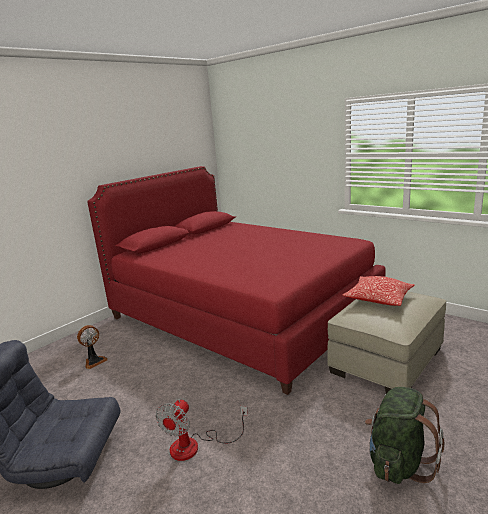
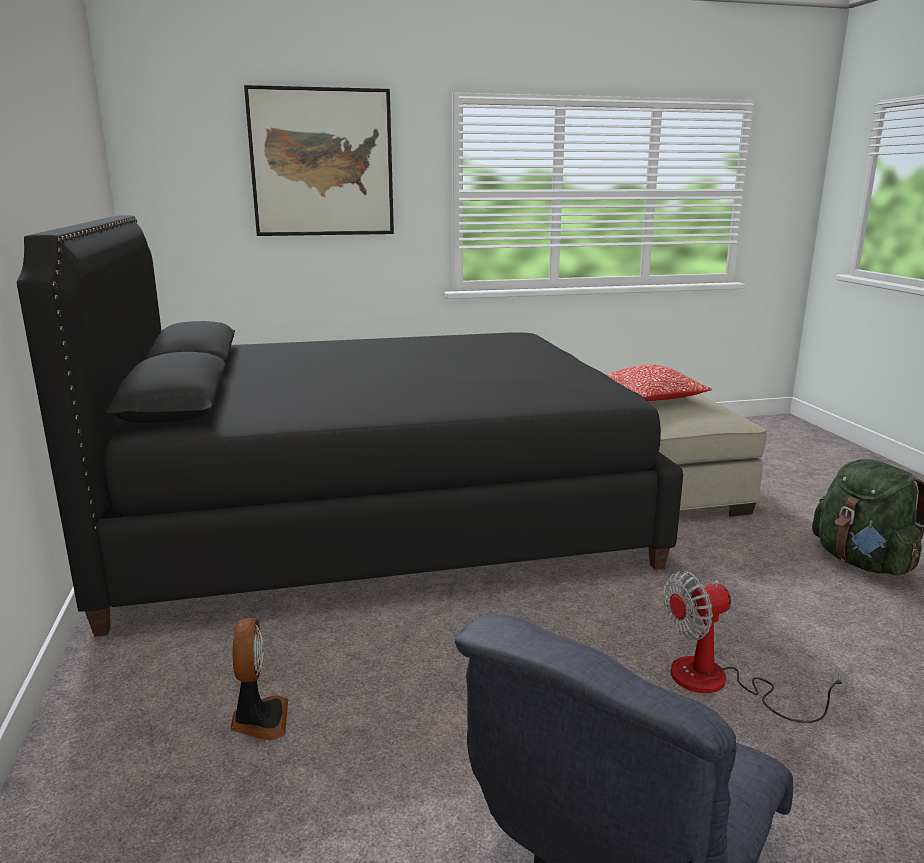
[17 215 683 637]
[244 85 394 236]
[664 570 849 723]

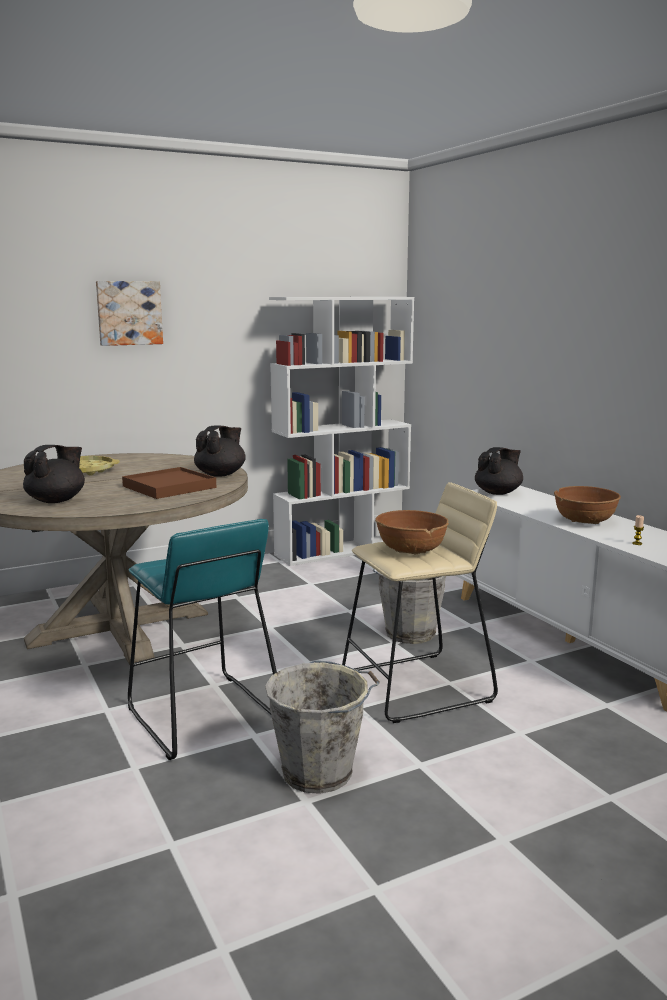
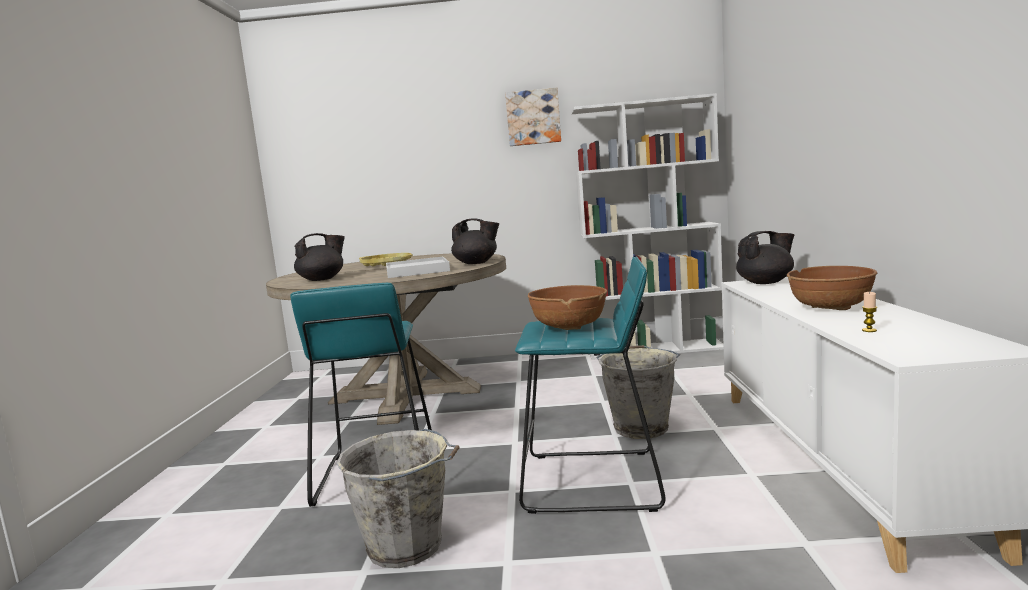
[386 257 450 278]
[451 218 499 264]
[505 88 561 146]
[515 257 665 514]

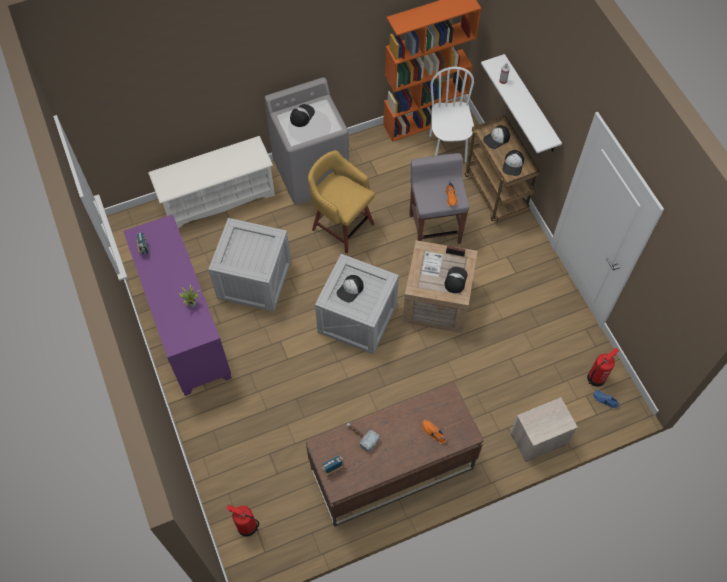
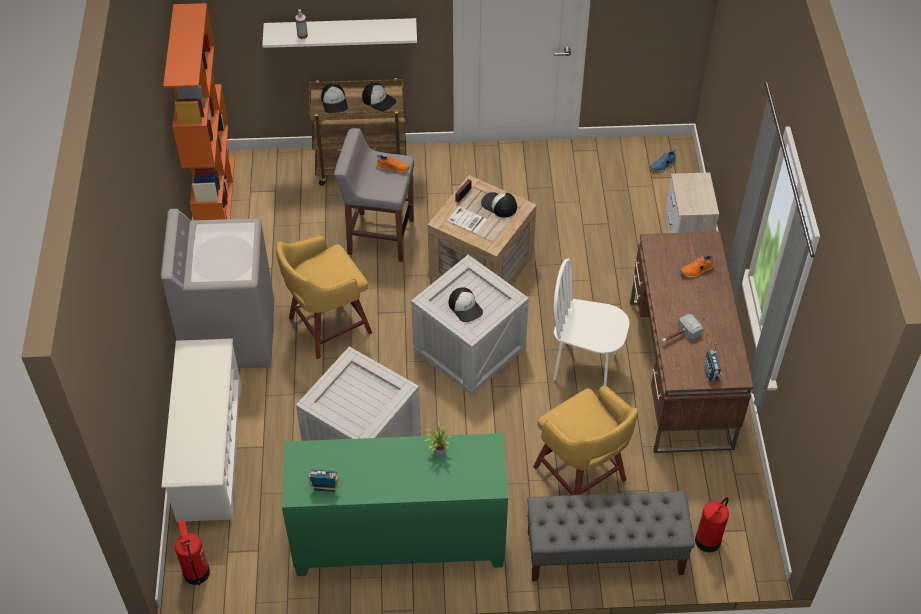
[175 519 210 585]
[282 433 508 576]
[527 491 695 581]
[533 385 638 495]
[553 259 630 386]
[290 104 315 127] (first image)

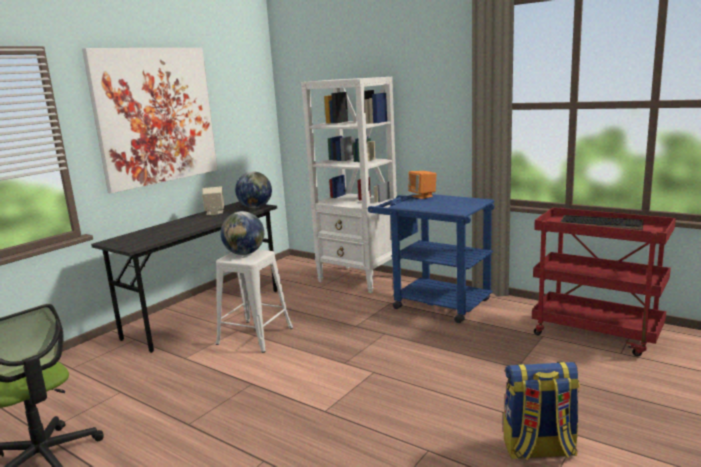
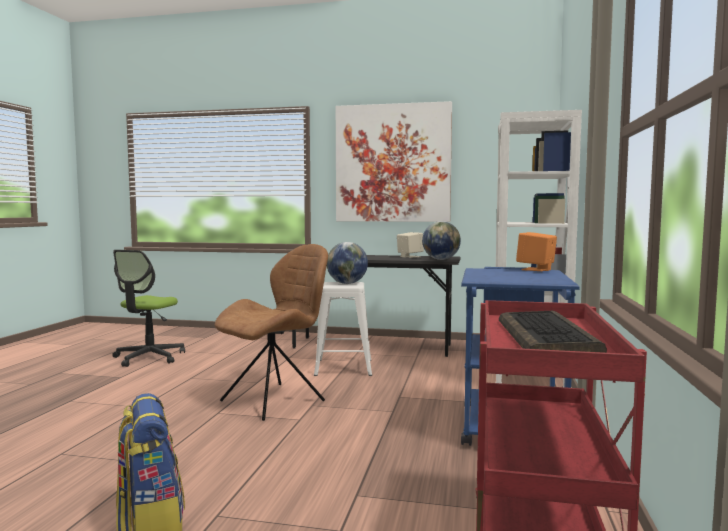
[215 244 328 421]

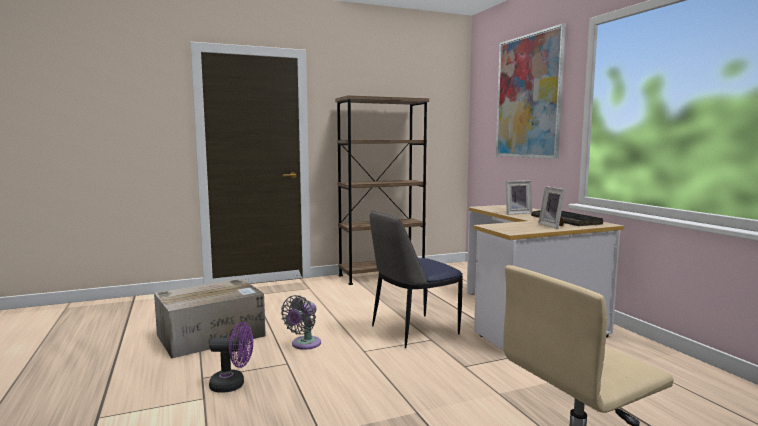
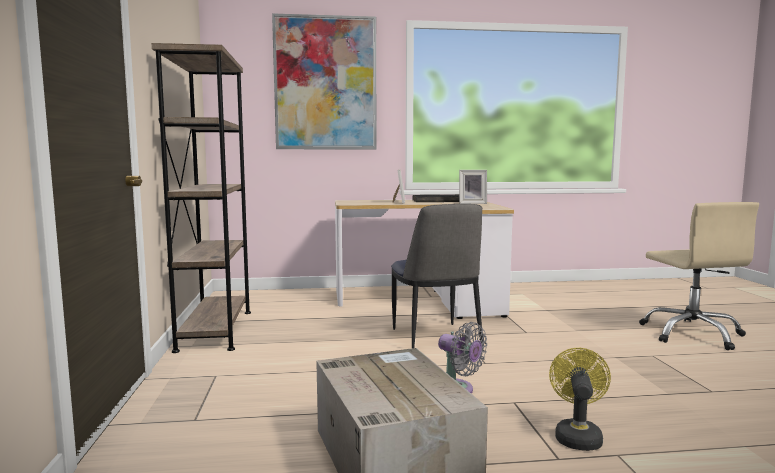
[549 348 611 451]

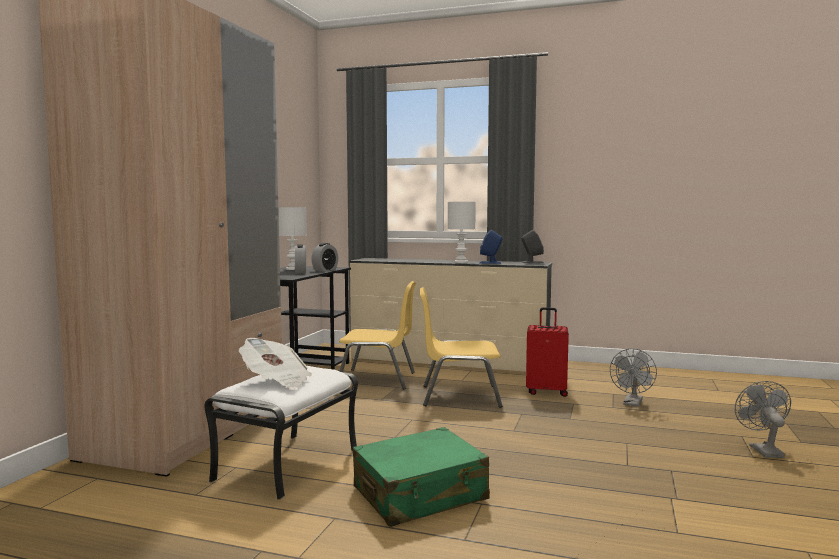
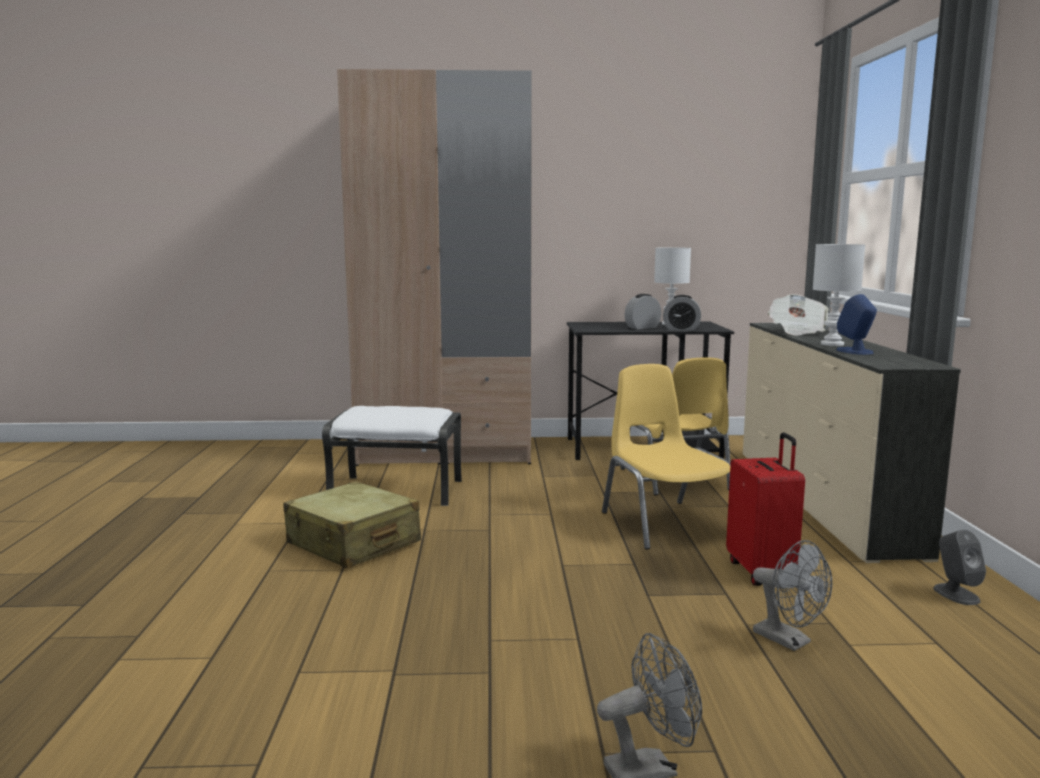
[283 481 421 568]
[753 540 832 651]
[768 294 829 335]
[933 530 986 605]

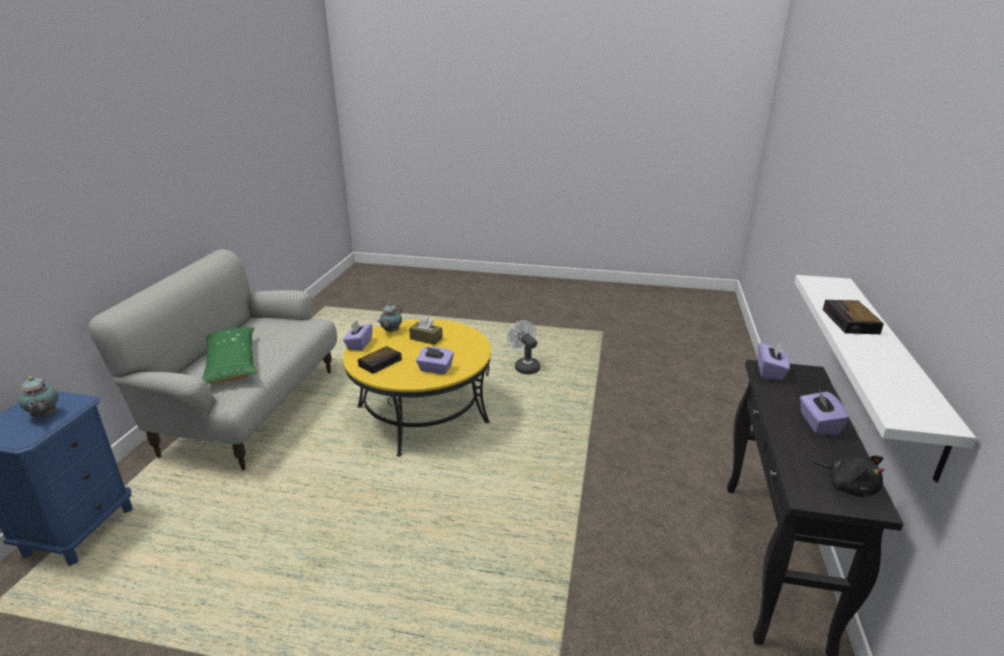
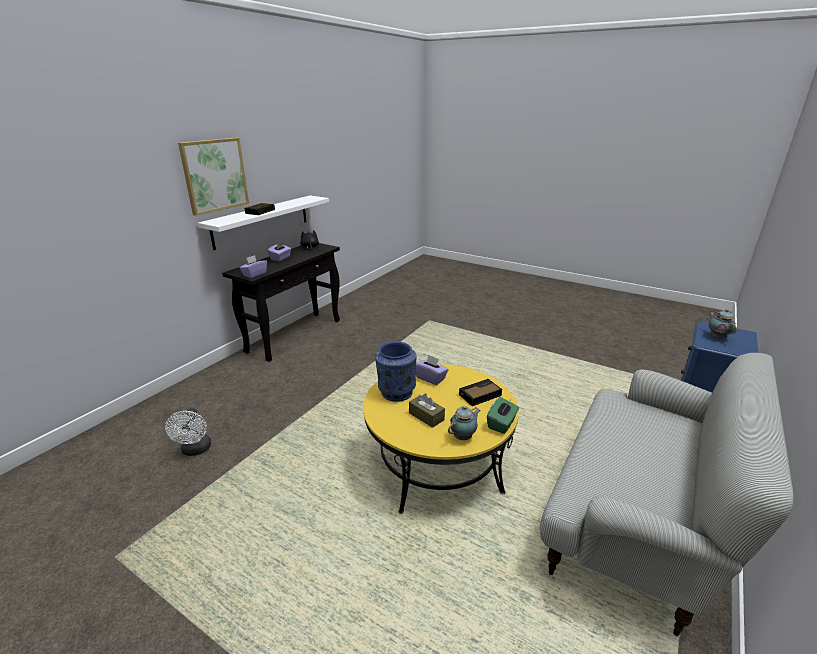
[165 408 211 456]
[178 138 249 216]
[375 341 417 402]
[487 397 519 434]
[202 327 258 384] (first image)

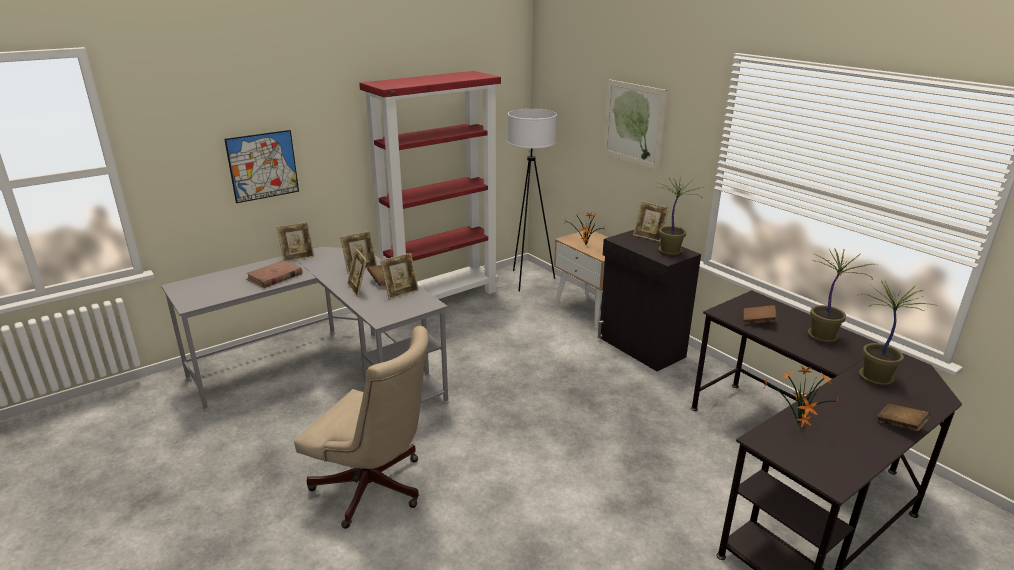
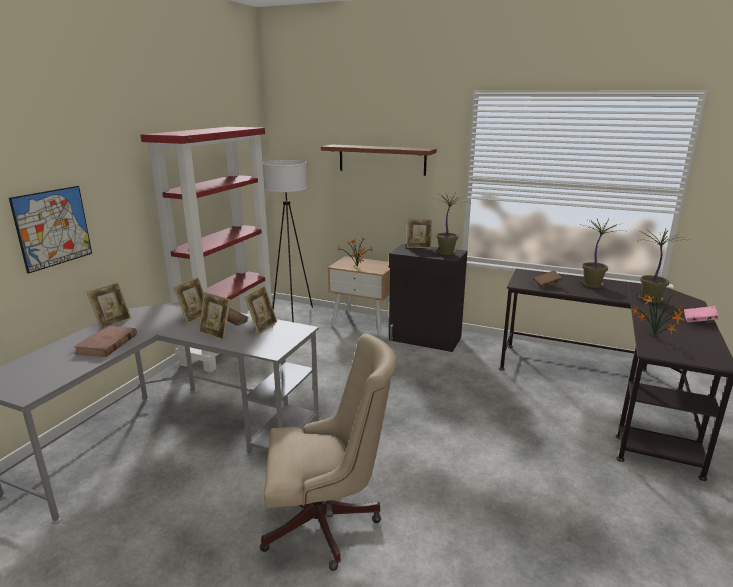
[321 145 437 176]
[684 306 719 322]

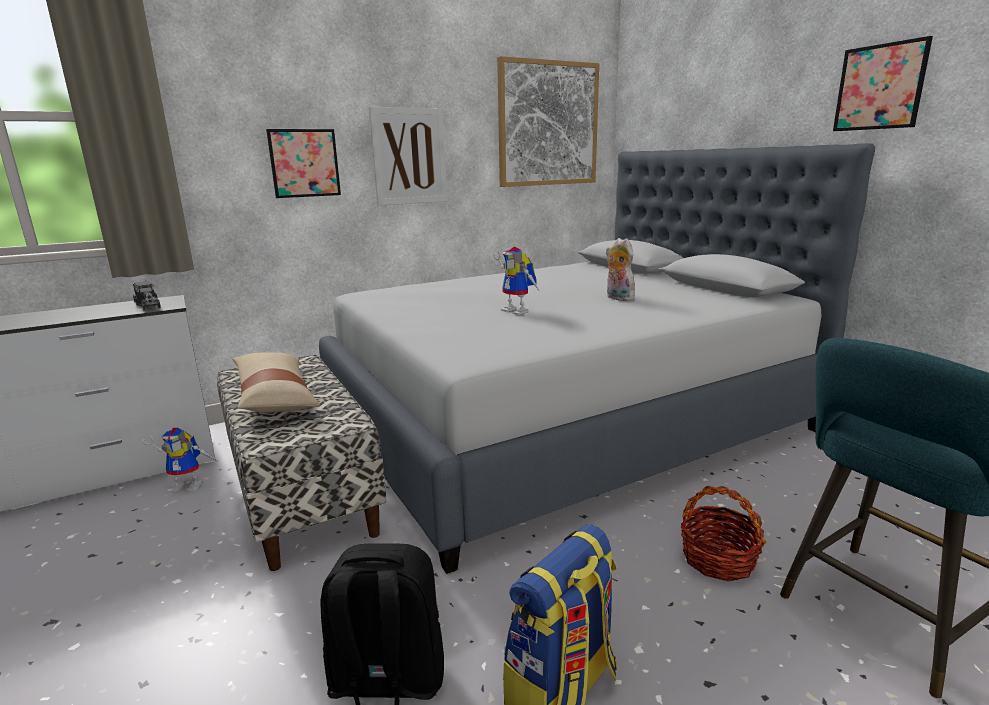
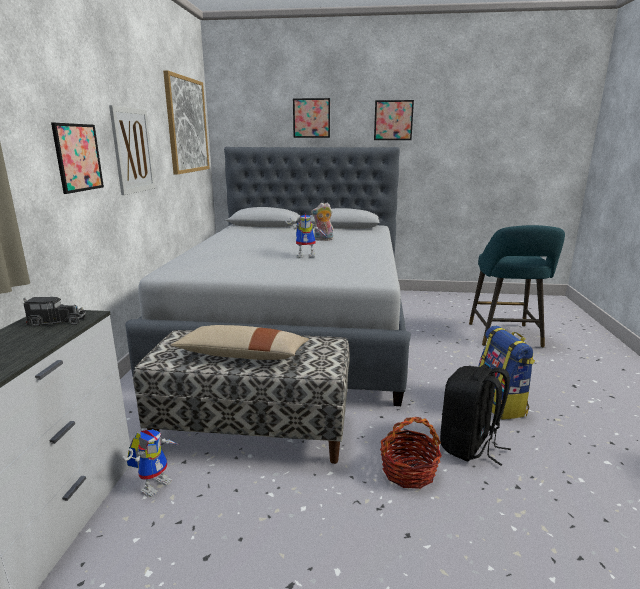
[293 98 330 138]
[380 417 442 489]

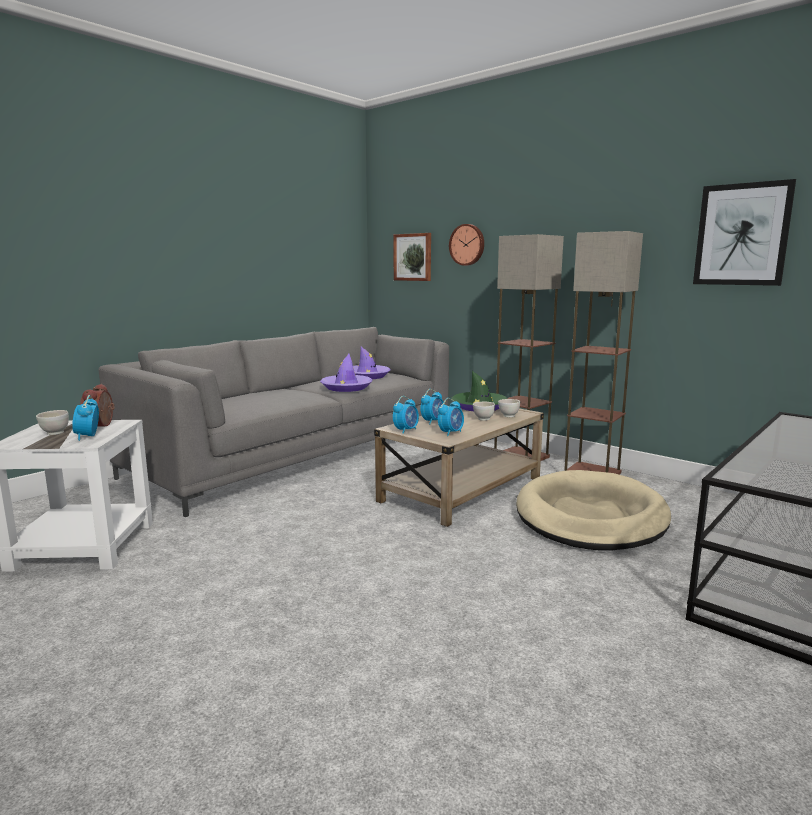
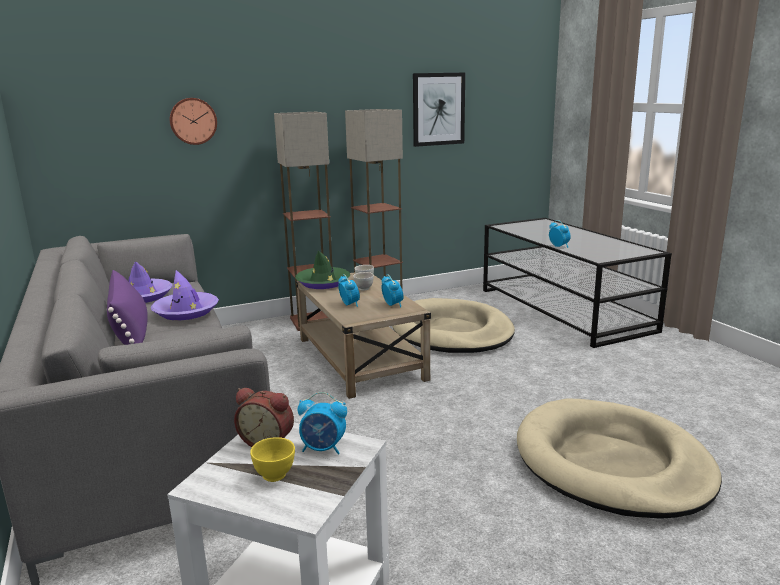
[107 270 148 345]
[250 437 295 482]
[517 398 722 519]
[549 220 571 248]
[393 233 431 281] (first image)

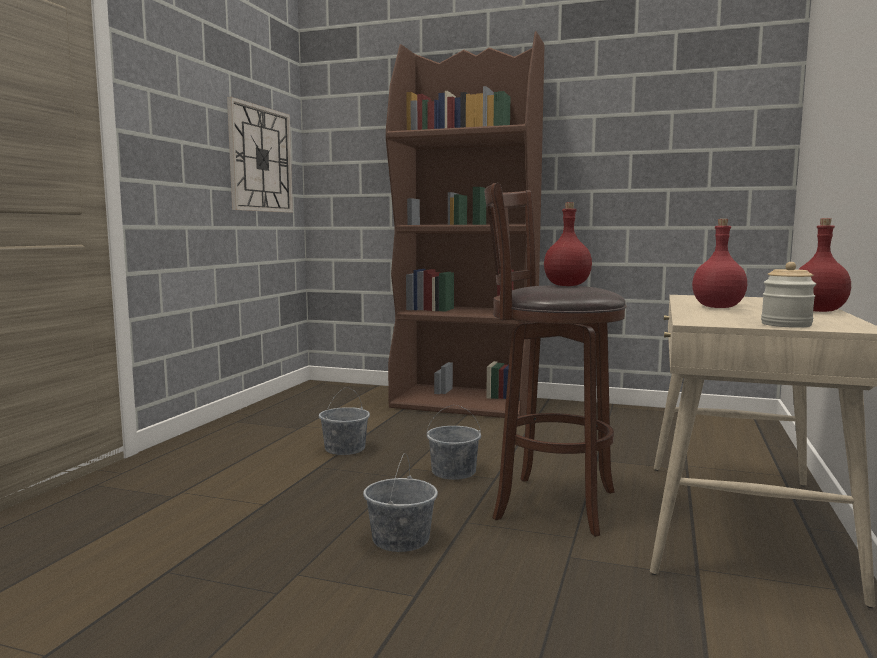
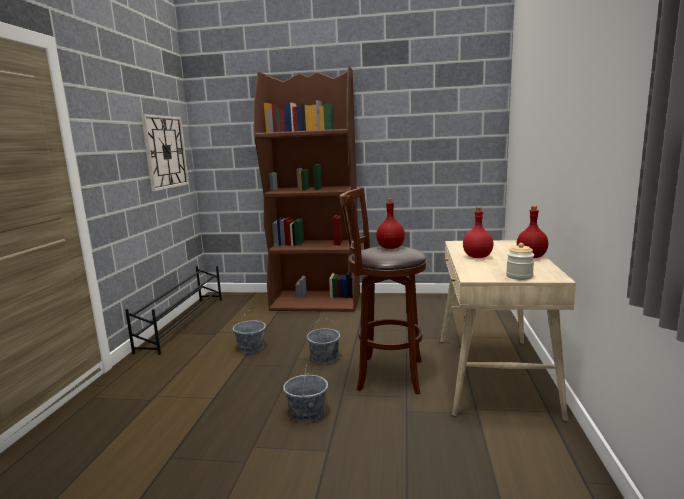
[125 266 222 355]

